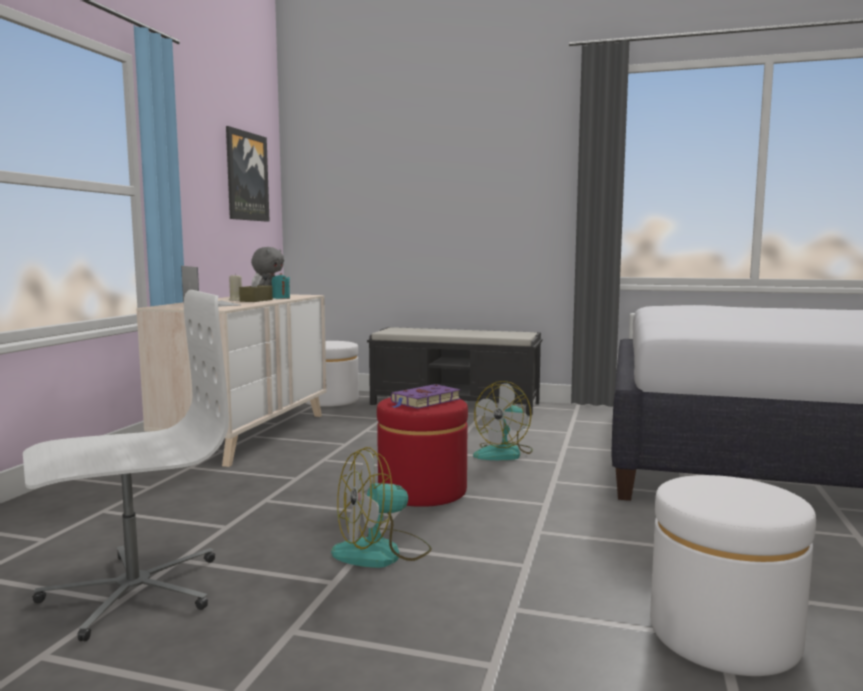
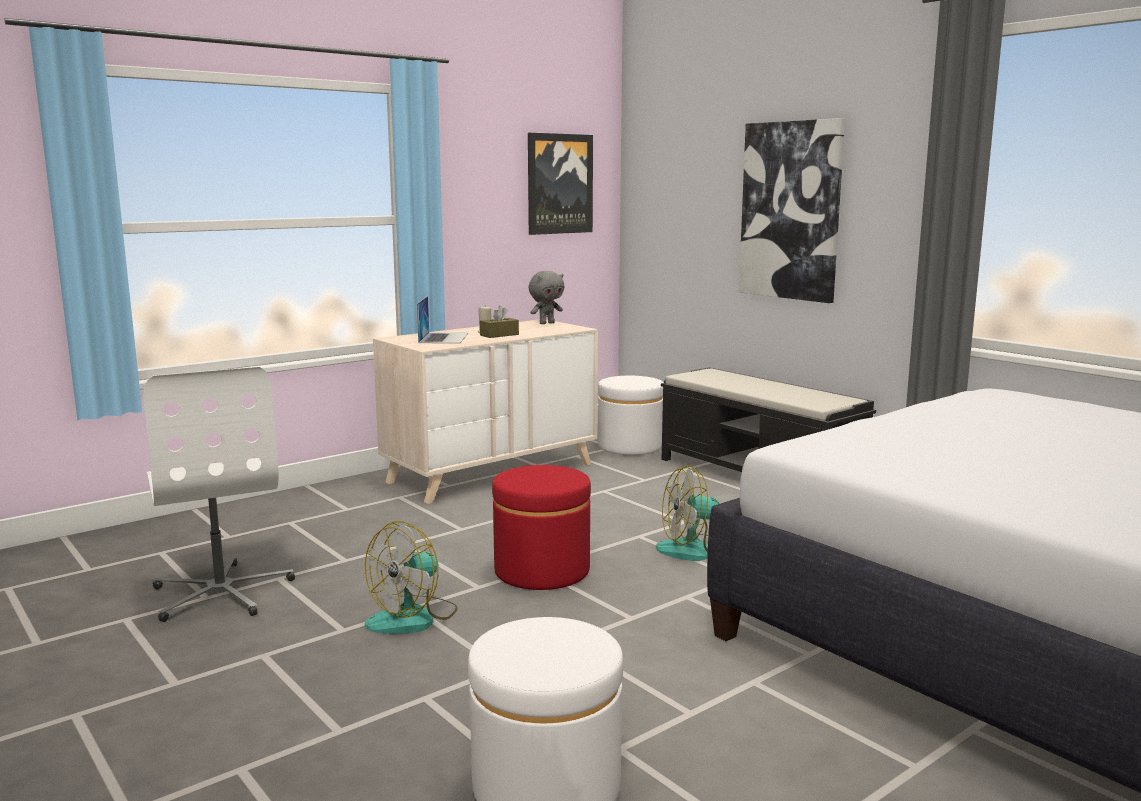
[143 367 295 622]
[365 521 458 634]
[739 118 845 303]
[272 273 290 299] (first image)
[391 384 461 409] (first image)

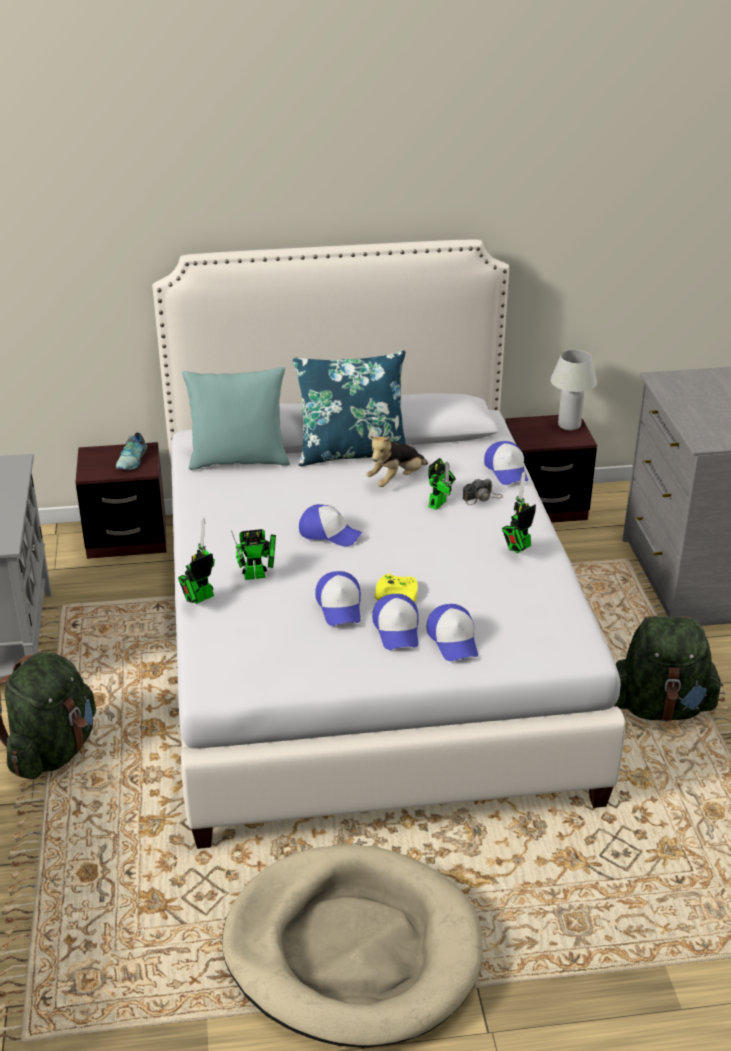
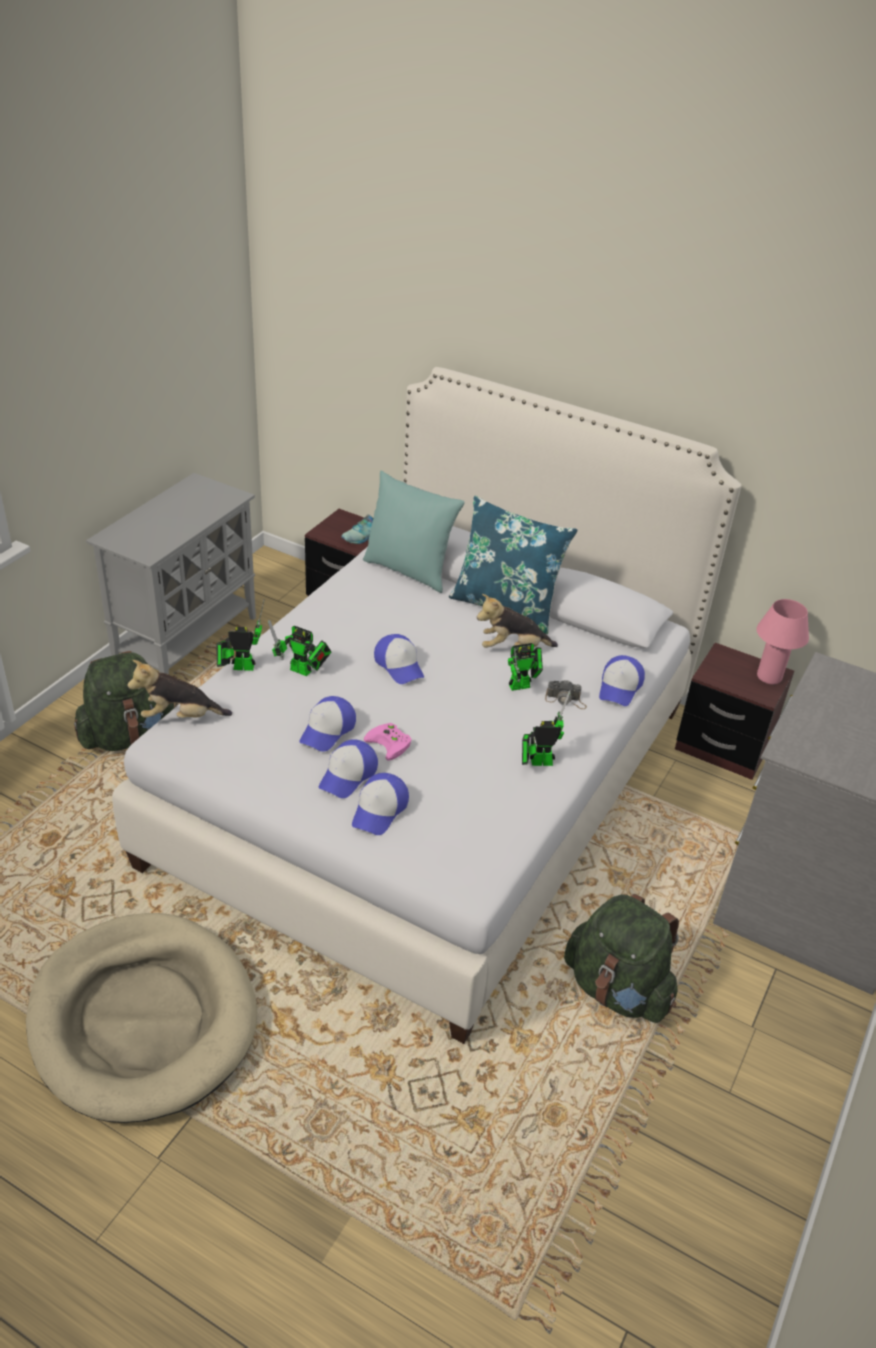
[127 660 232 718]
[364 723 412 760]
[757 599 809 684]

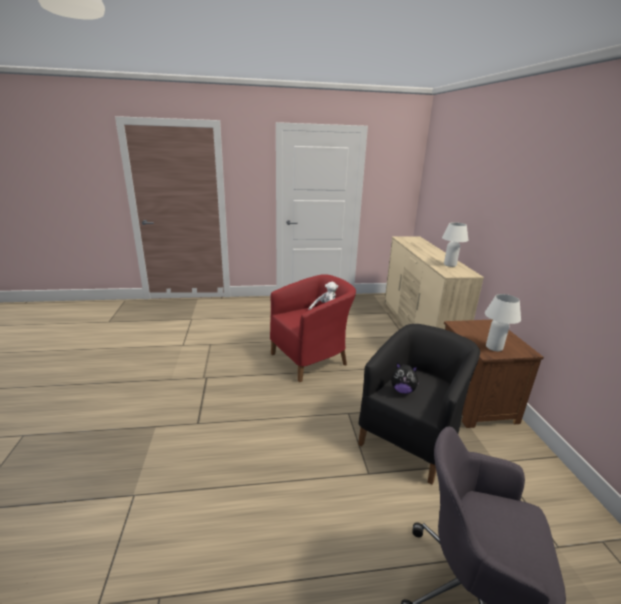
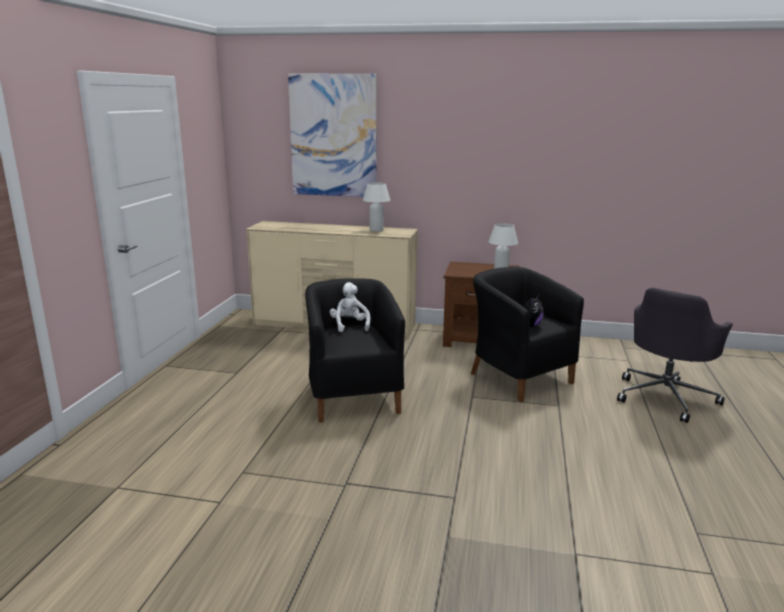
[288 74 376 197]
[305 278 405 423]

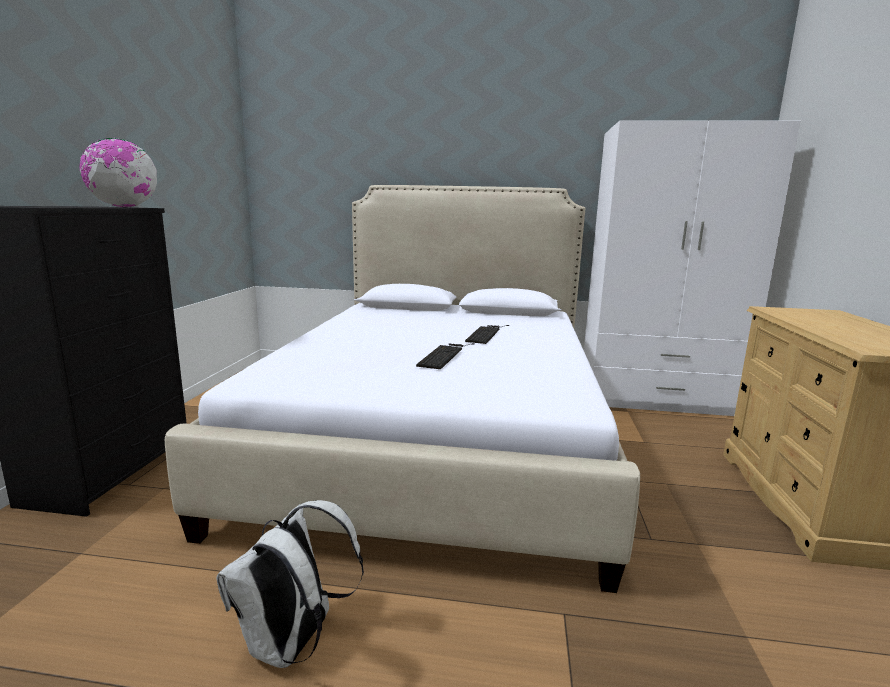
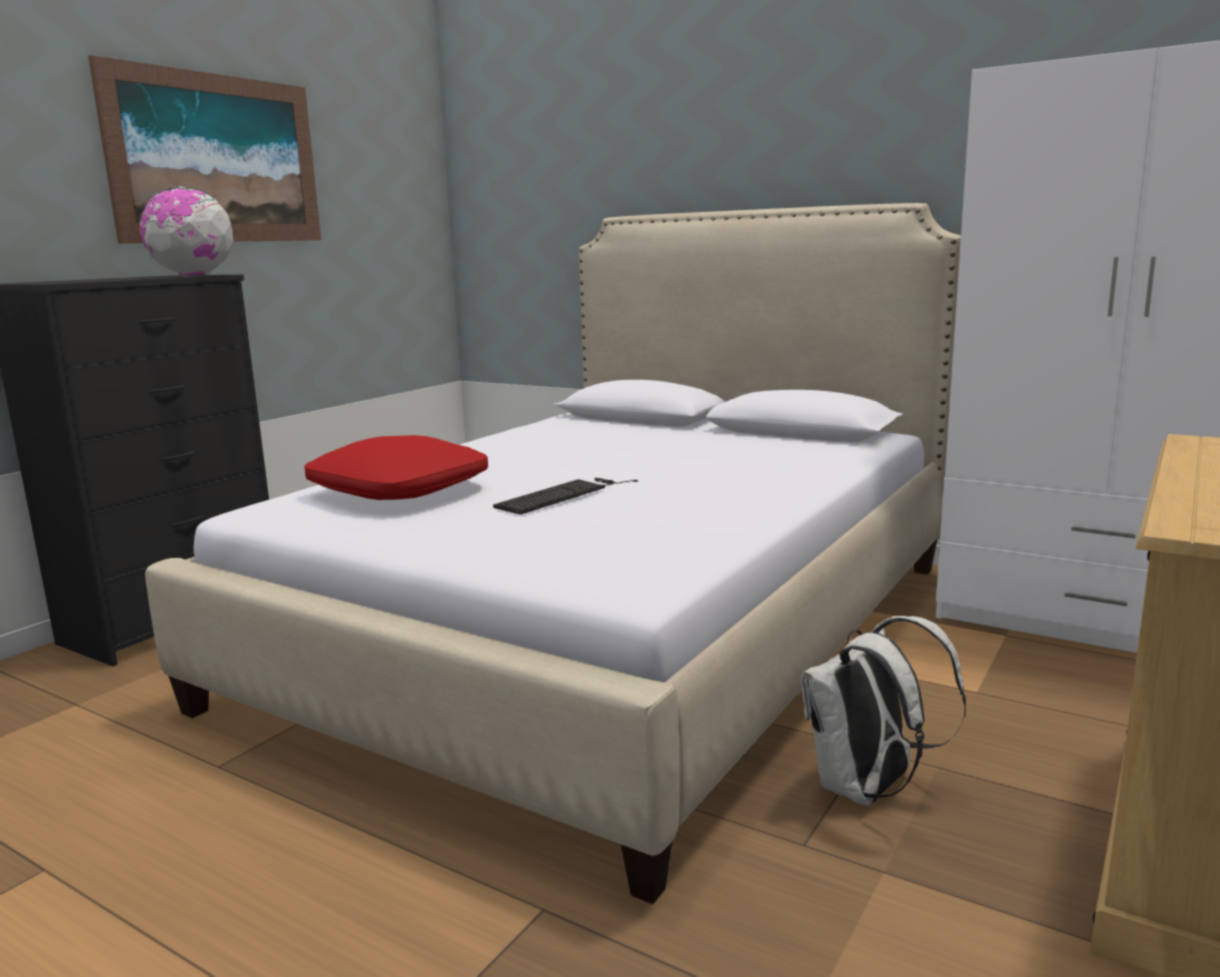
[88 55 321 244]
[305 435 488 500]
[801 616 966 806]
[465 325 509 344] (first image)

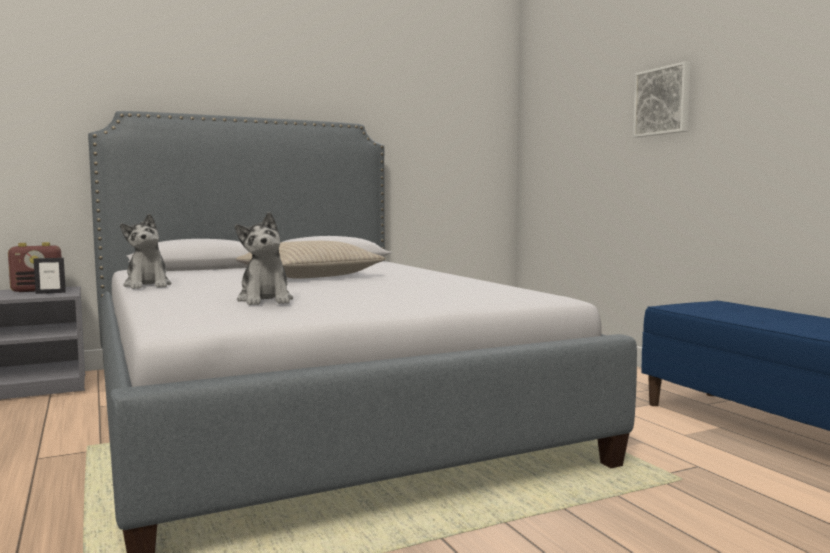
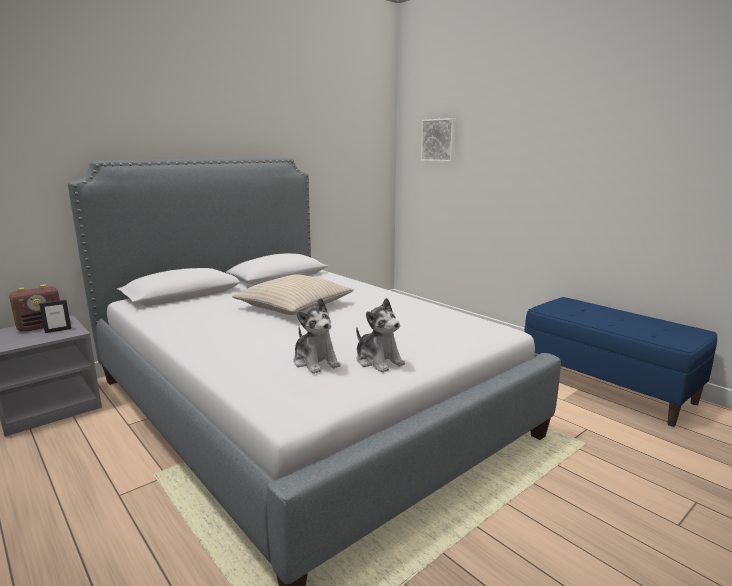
[356 298 405 373]
[421 118 456 162]

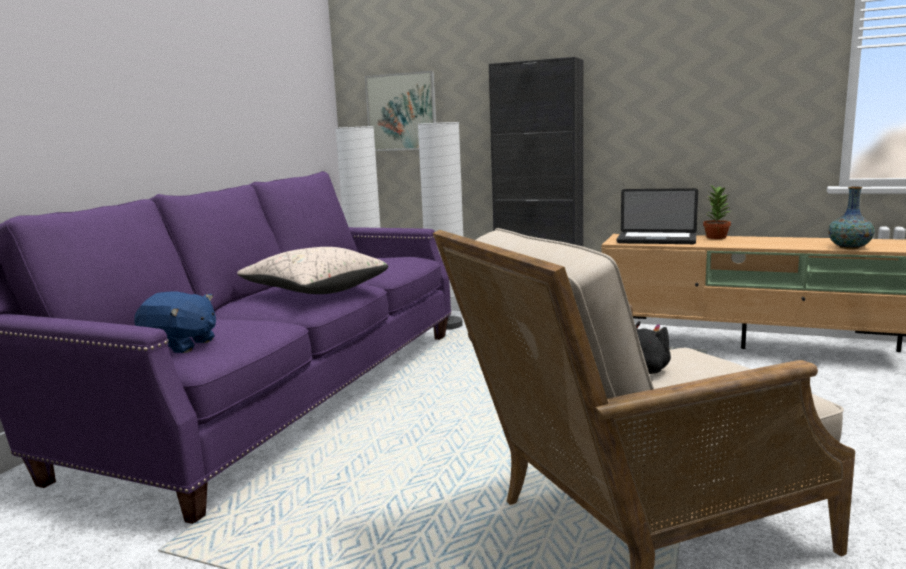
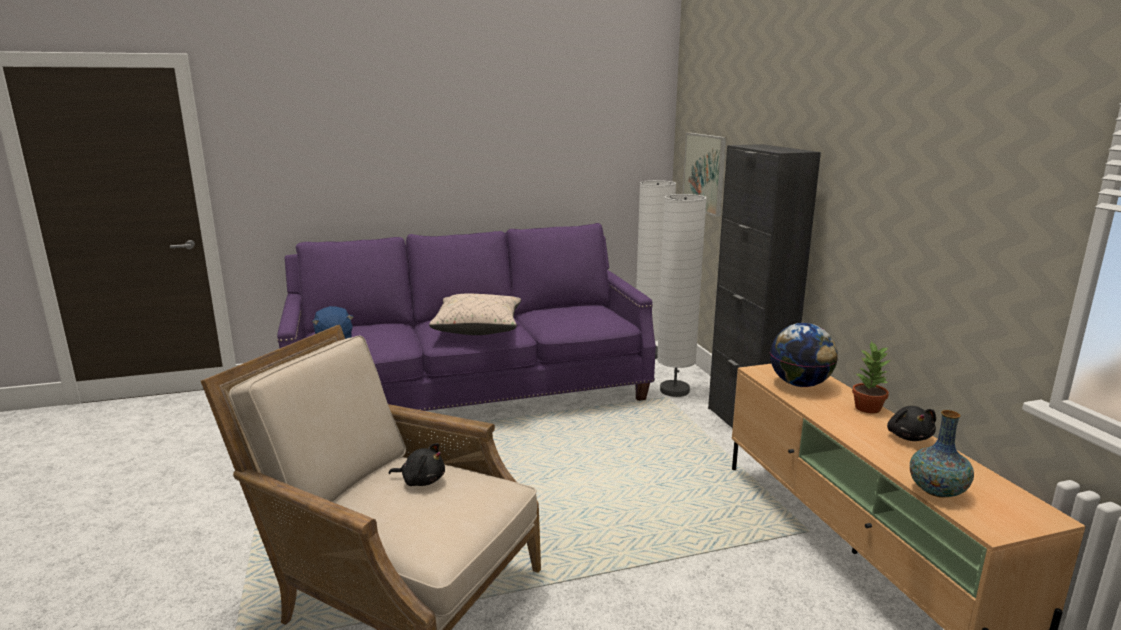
[770 323 838 387]
[887 406 936 441]

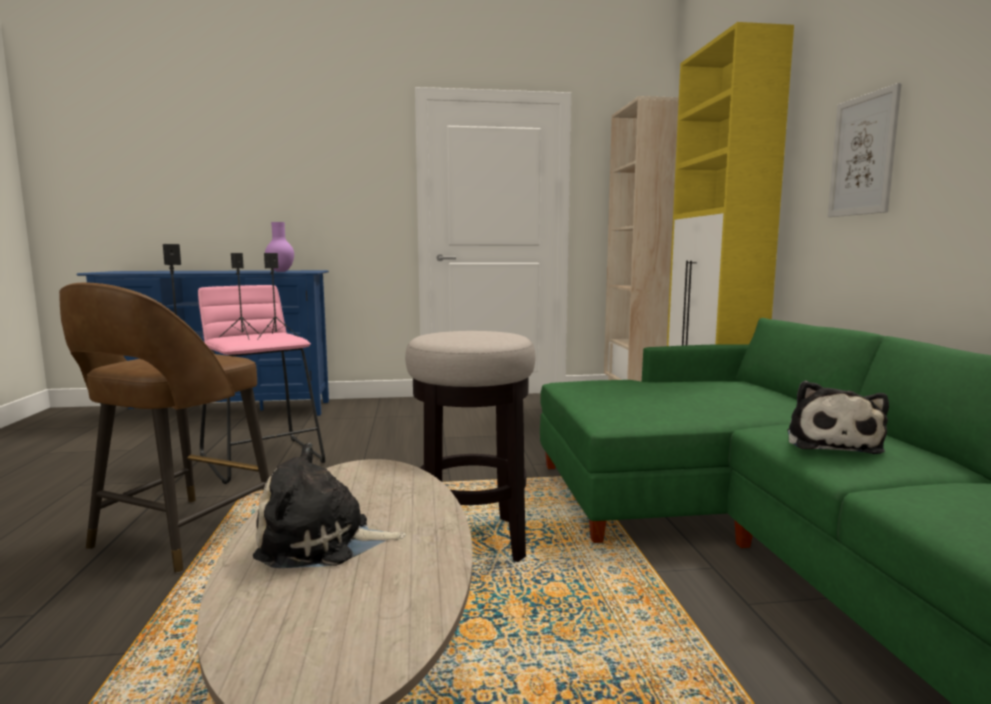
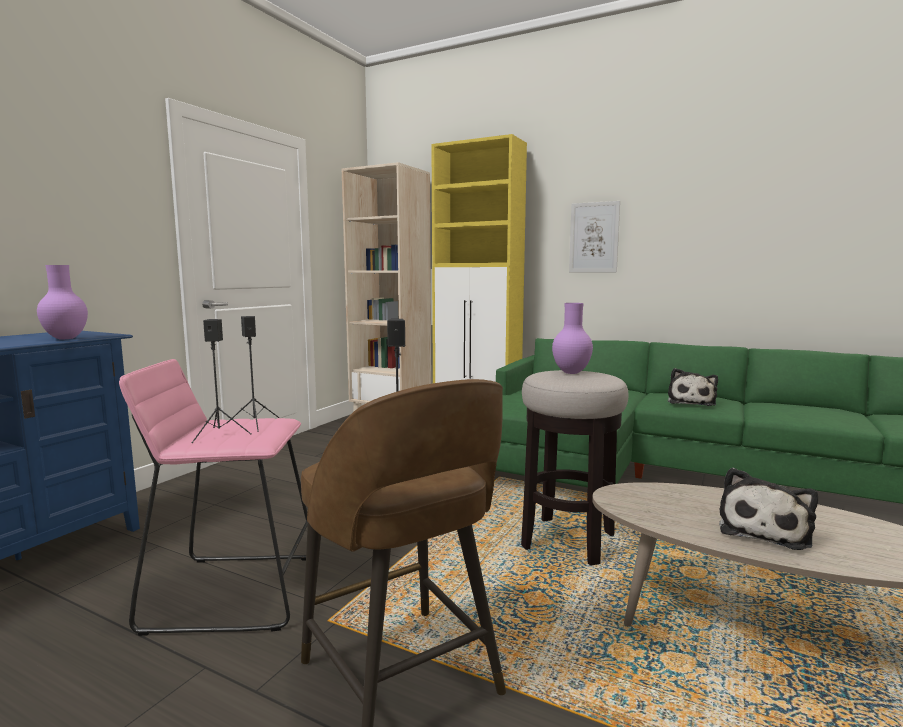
[552 303 593 374]
[668 368 718 406]

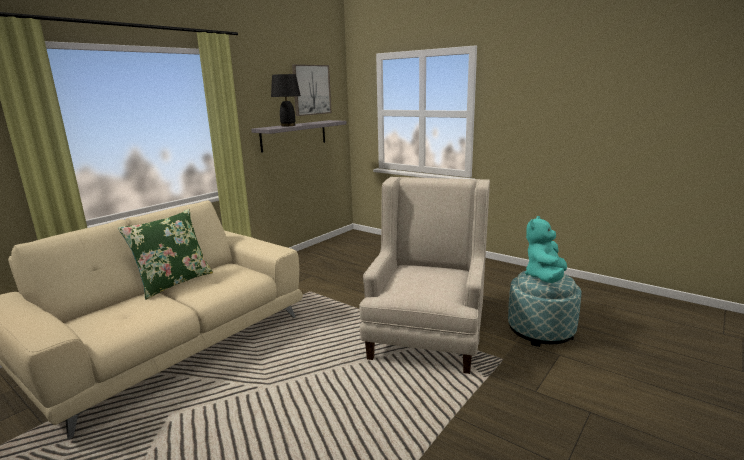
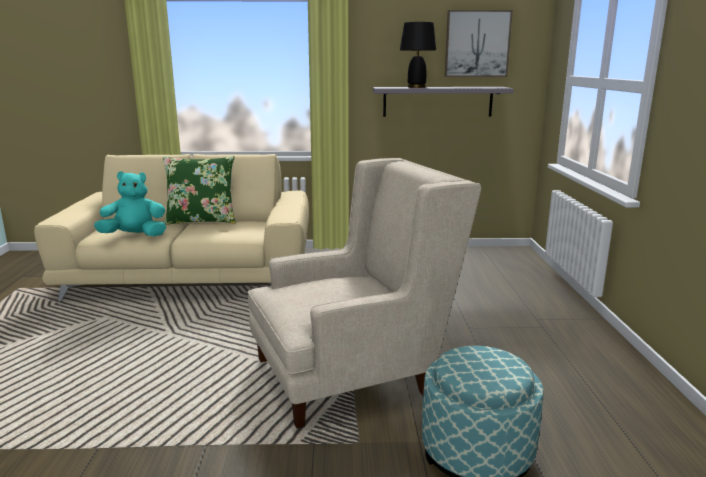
[94 171 166 236]

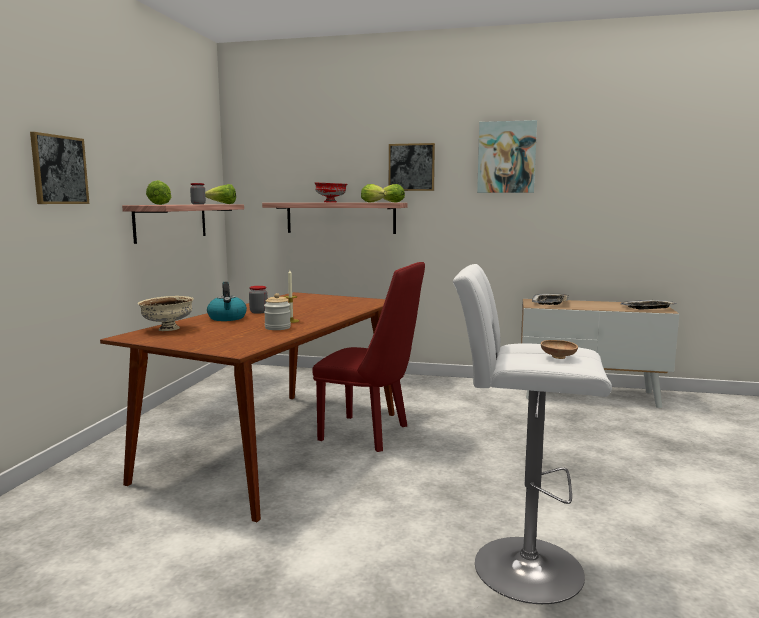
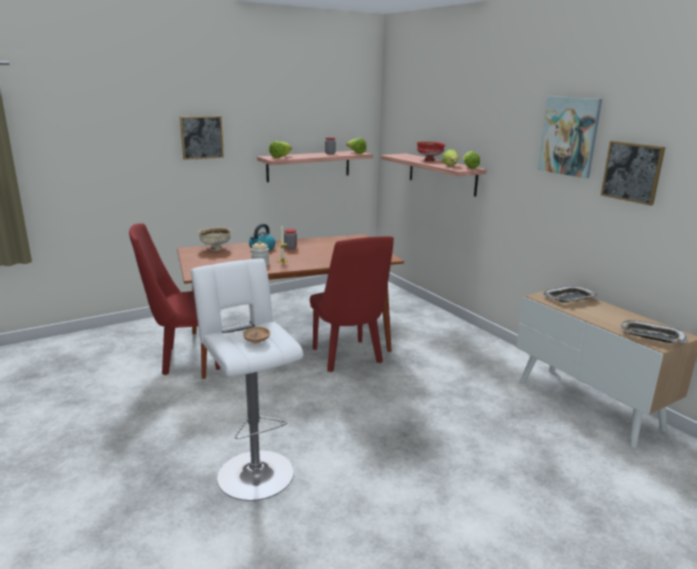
[129 223 220 375]
[601 141 665 206]

